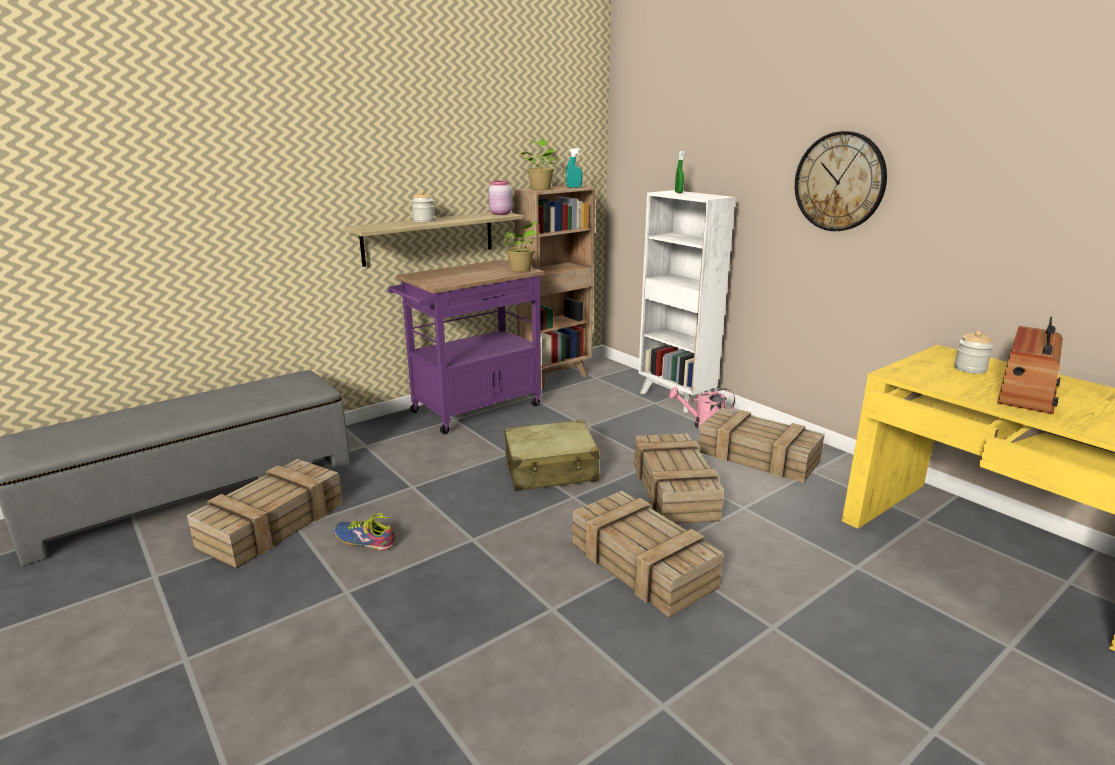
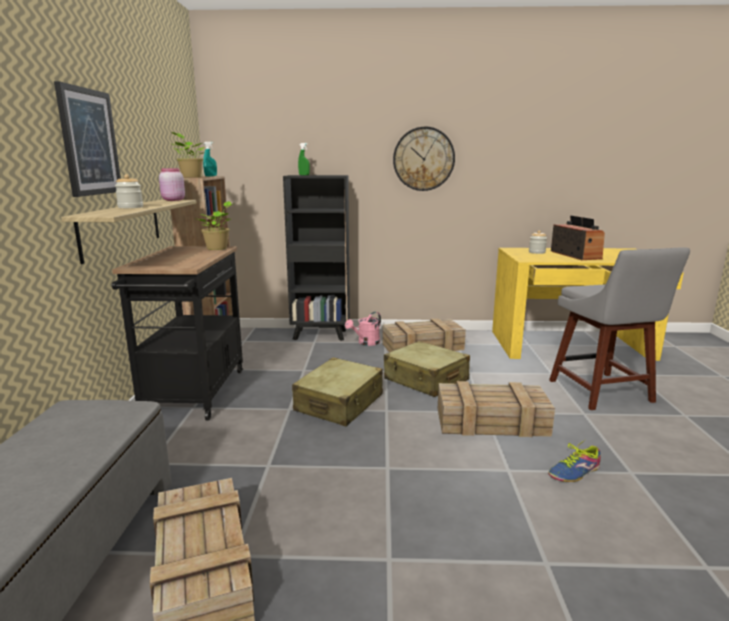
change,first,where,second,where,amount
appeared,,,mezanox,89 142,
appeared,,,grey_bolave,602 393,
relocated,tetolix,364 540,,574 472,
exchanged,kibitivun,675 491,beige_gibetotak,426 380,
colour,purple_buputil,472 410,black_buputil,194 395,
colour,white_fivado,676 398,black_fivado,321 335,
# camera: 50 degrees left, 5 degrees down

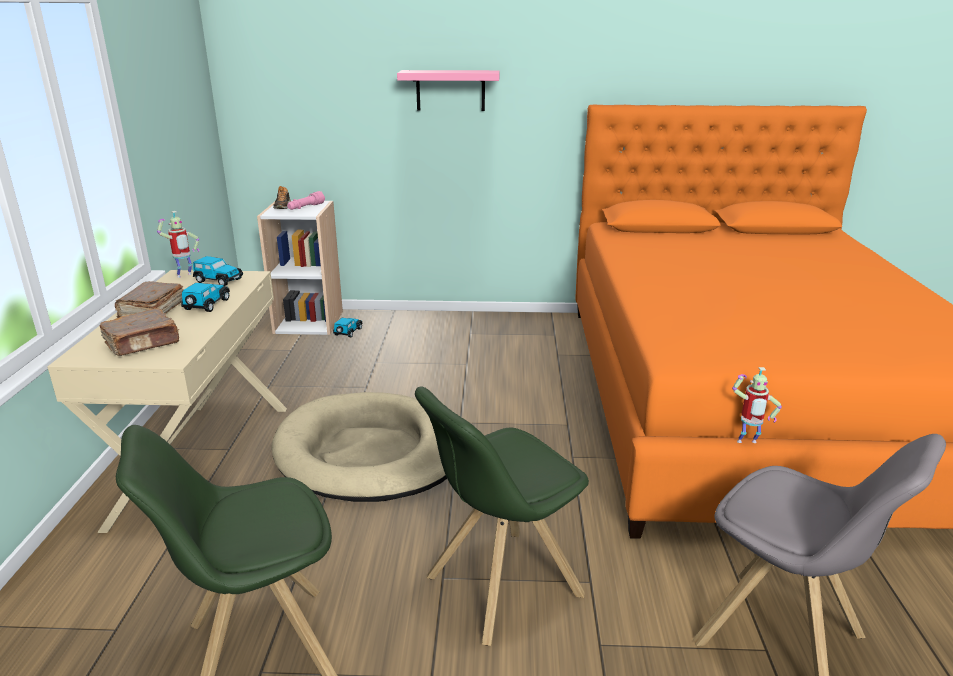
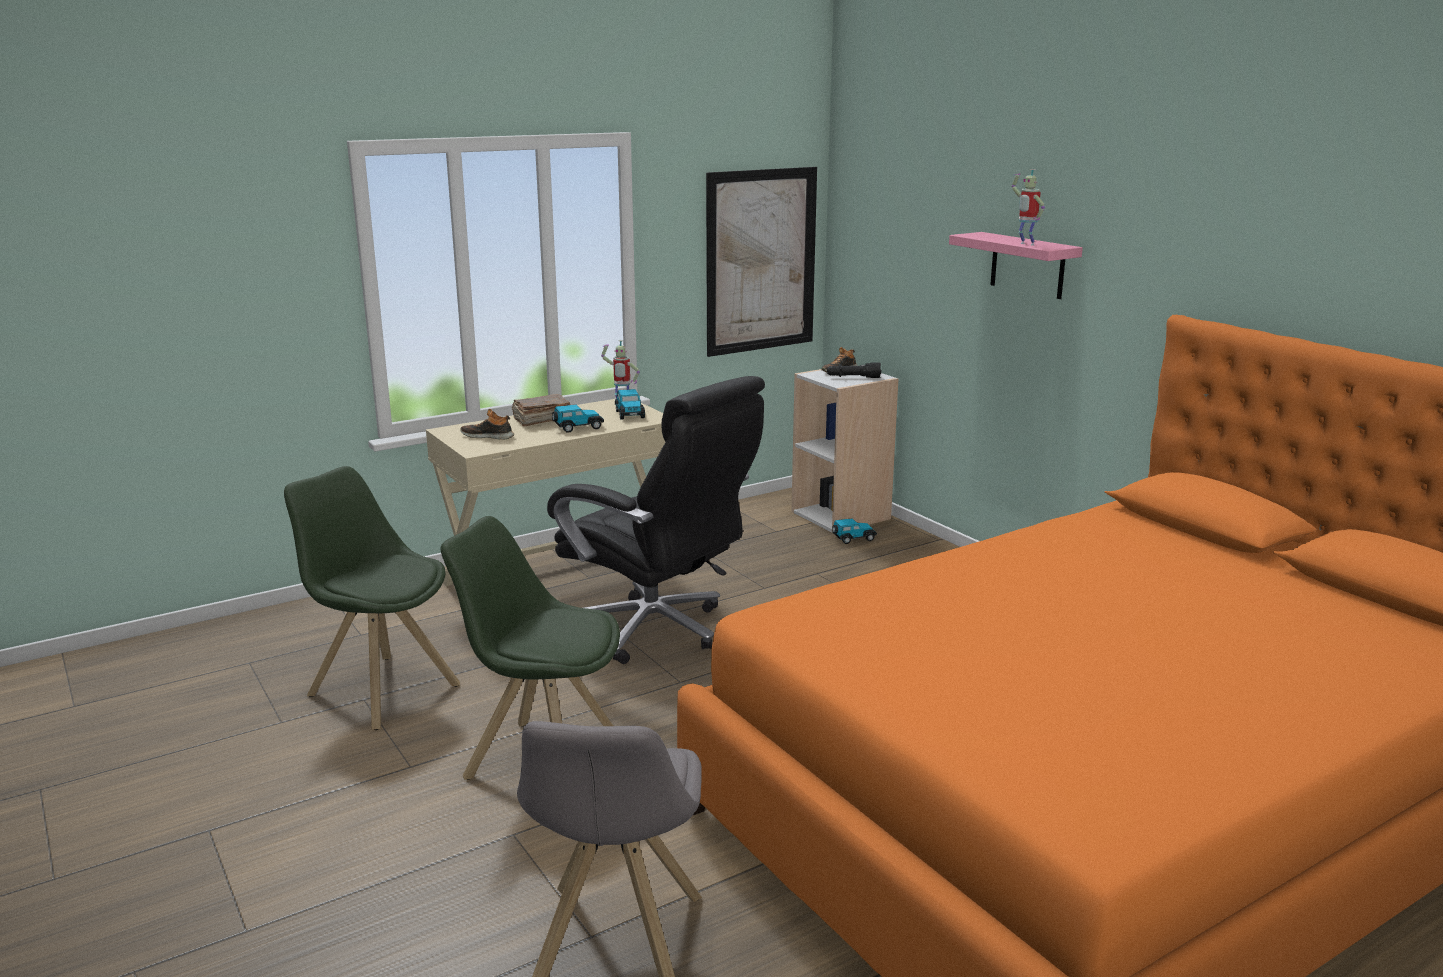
change,first,where,second,where,amount
appeared,,,mezanox,761 261,
relocated,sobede,747 443,,1025 244,
exchanged,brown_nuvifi,143 344,tetolix,488 436,
exchanged,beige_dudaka,369 453,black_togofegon,659 632,
colour,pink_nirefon,305 207,black_nirefon,853 377,
# camera: 55 degrees right, 5 degrees down

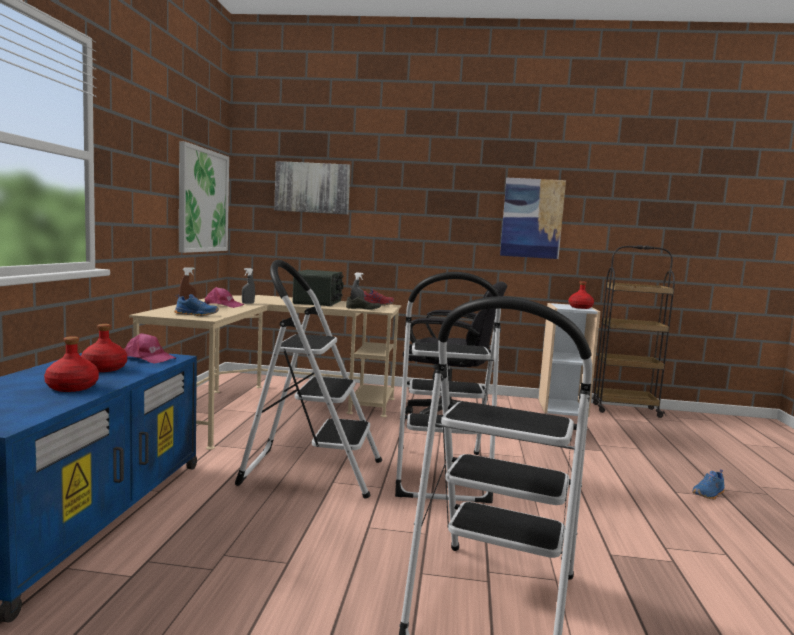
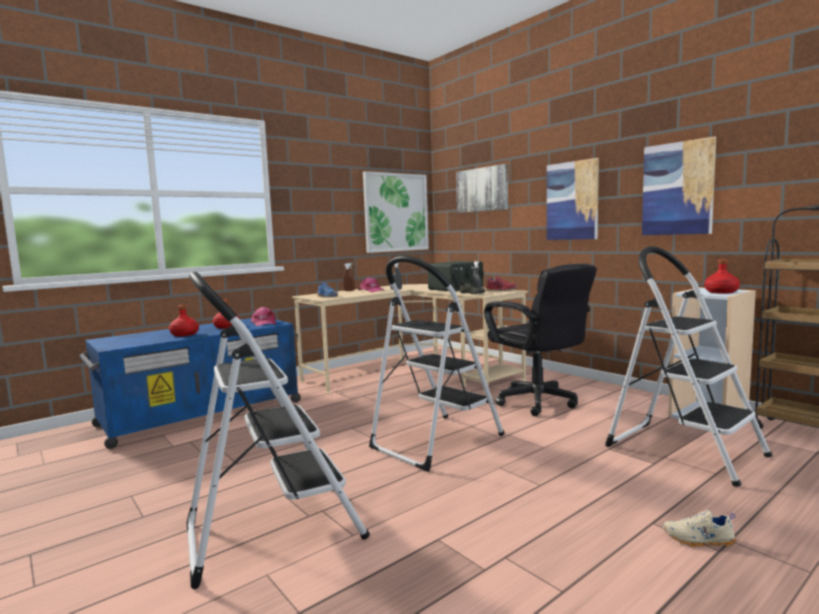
change,first,where,second,where,amount
appeared,,,mezanox,572 201,
relocated,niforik,309 472,,681 450,
colour,blue_tetolix,709 494,beige_tetolix,699 540,
# camera: 45 degrees right, 0 degrees up

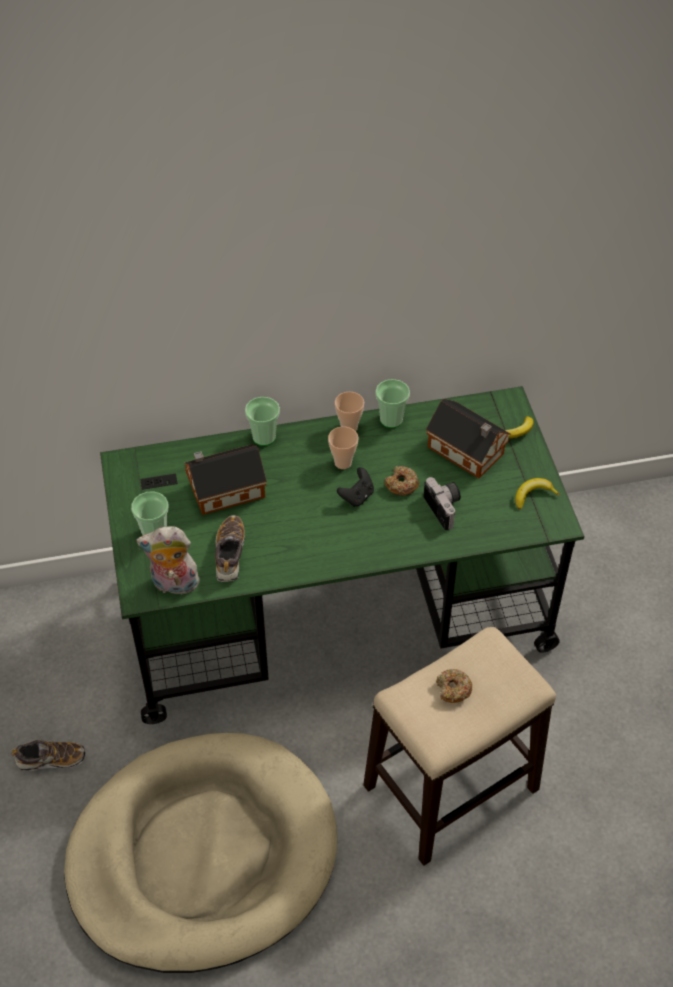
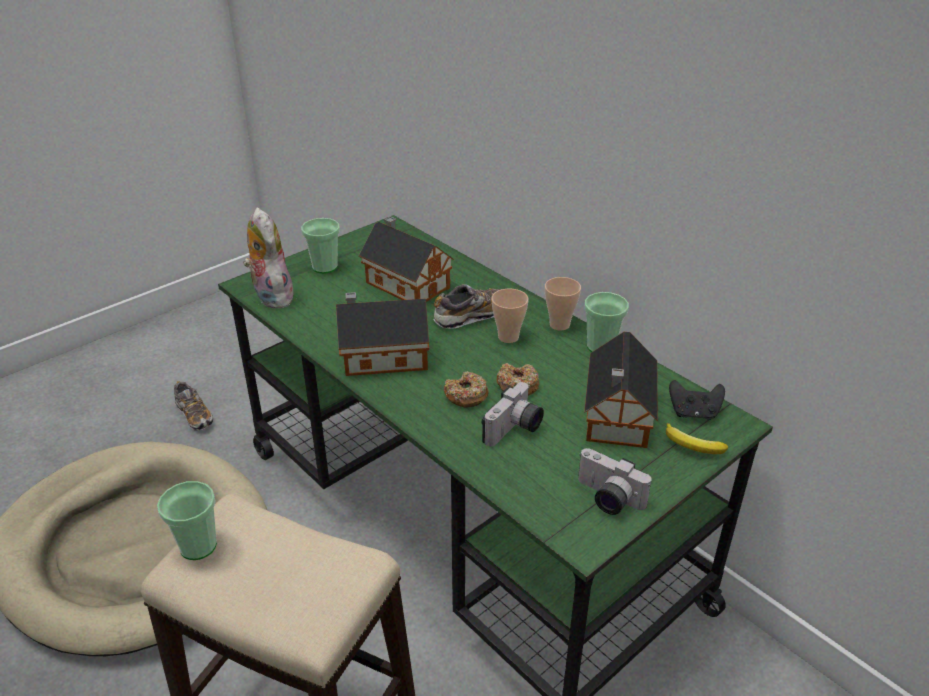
change,first,where,second,where,amount
appeared,,,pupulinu,381 356,
relocated,tetolix,230 554,,472 316,
relocated,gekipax,264 437,,198 546,
relocated,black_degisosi,357 496,,693 413,
relocated,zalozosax,453 689,,466 396,
exchanged,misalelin,533 495,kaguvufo,606 498,
# camera: 60 degrees right, 15 degrees down

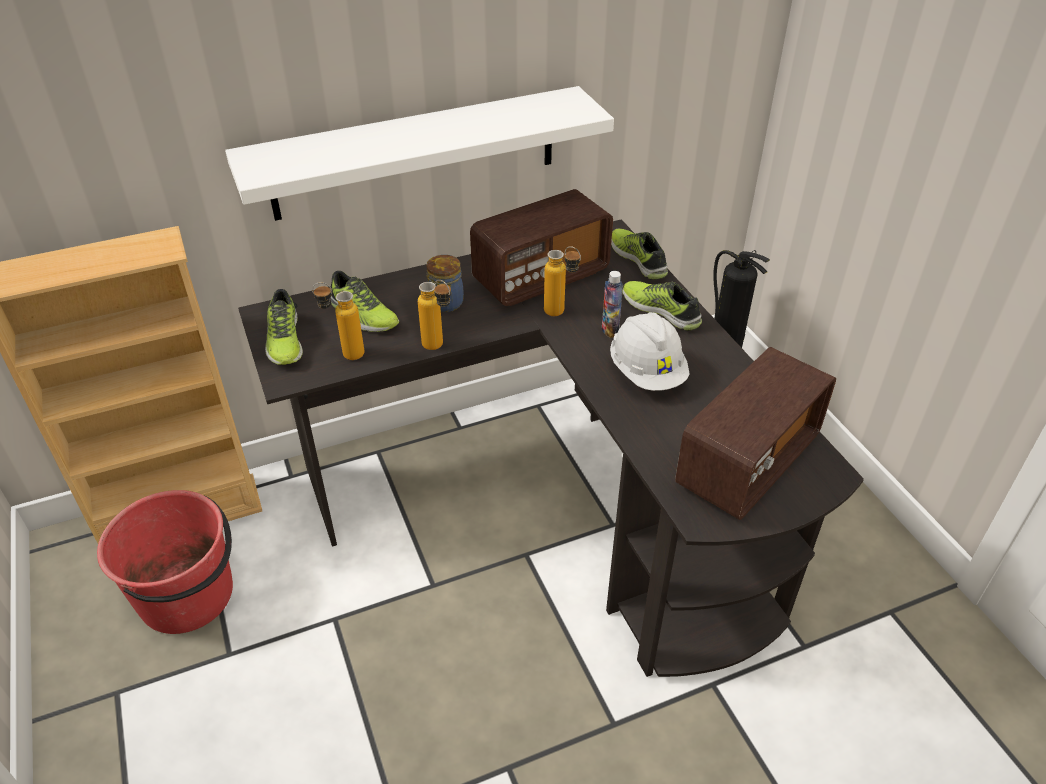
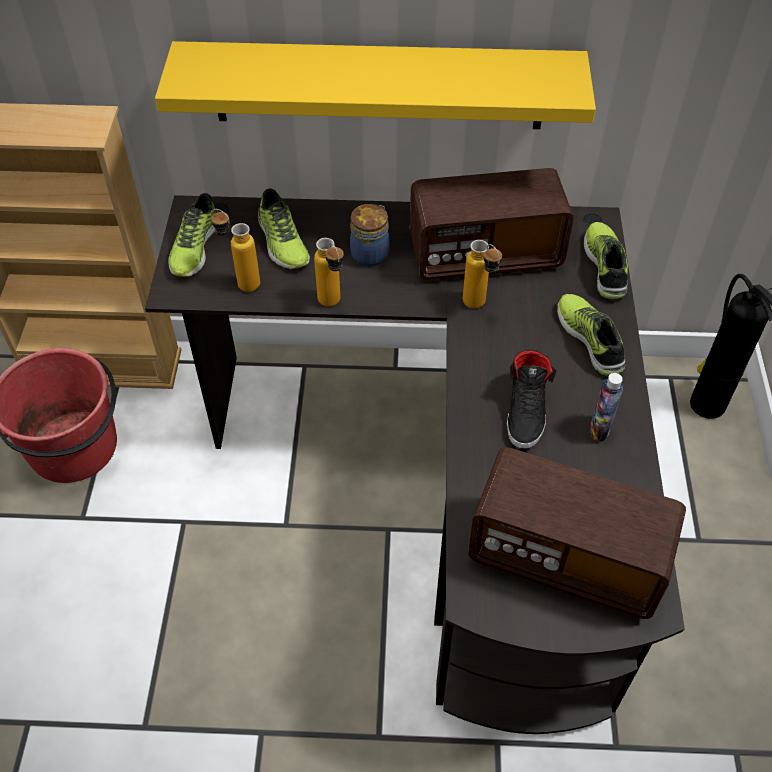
change,first,where,second,where,amount
relocated,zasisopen,610 330,,599 429,
exchanged,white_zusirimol,647 372,black_tetolix,526 410,
colour,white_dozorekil,415 153,yellow_dozorekil,378 85,
spun,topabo,747 462,,566 557,45 degrees clockwise
# camera: 25 degrees right, 10 degrees up

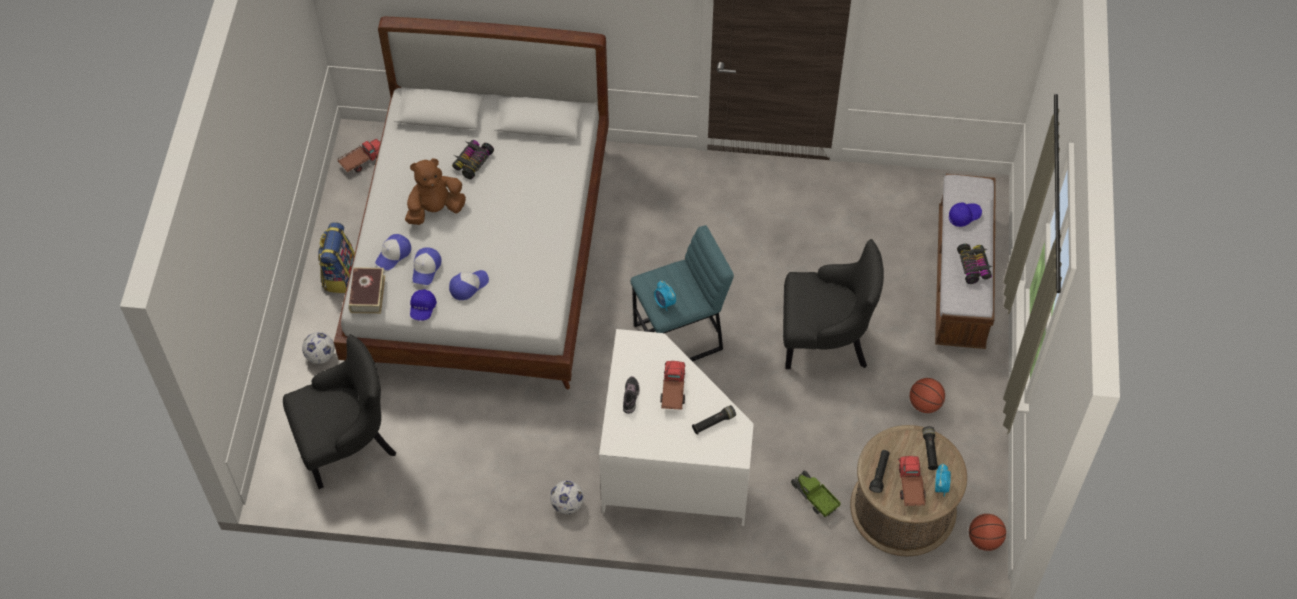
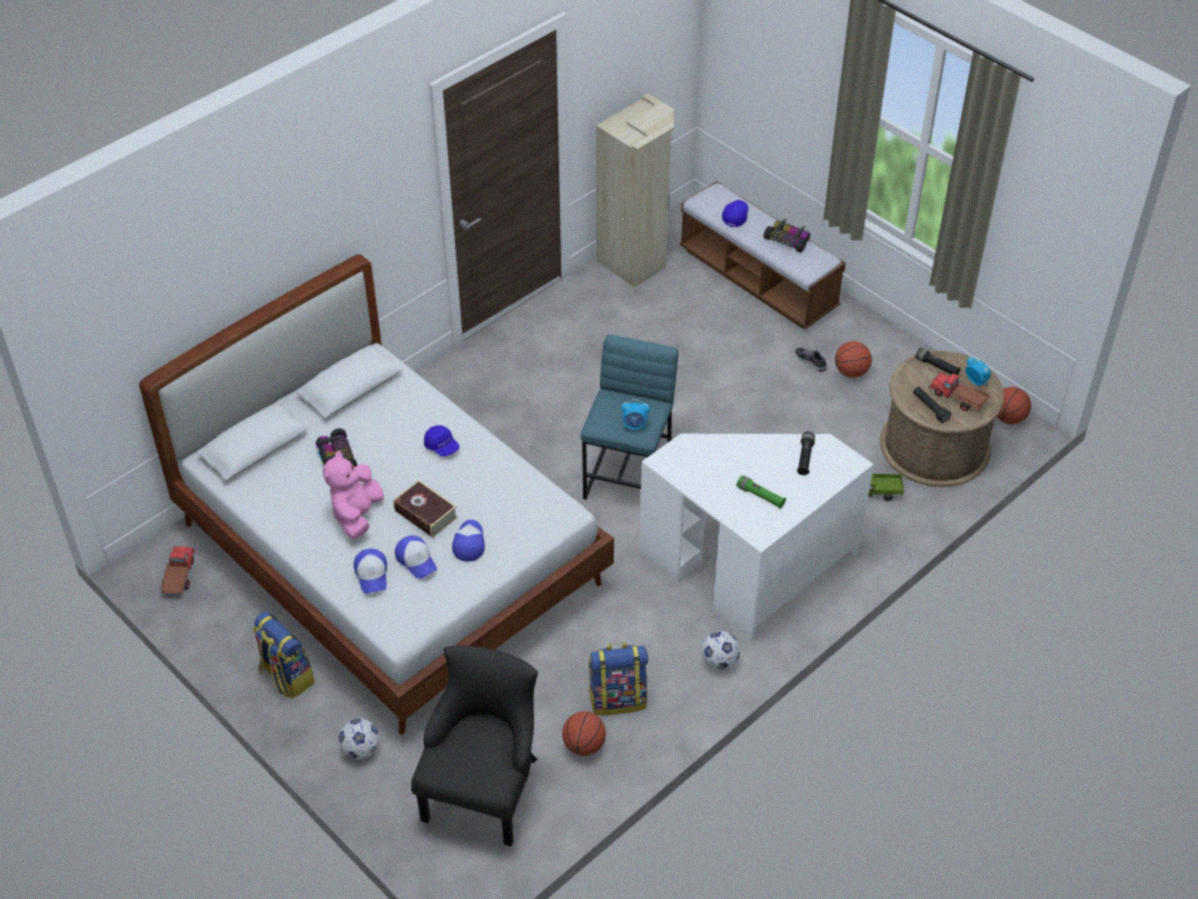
change,first,where,second,where,amount
missing,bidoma,673 390,,,
missing,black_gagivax,823 340,,,
appeared,,,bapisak,584 745,
appeared,,,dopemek,618 698,
appeared,,,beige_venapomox,637 258,
appeared,,,green_nirefon,760 496,
relocated,nuvifi,367 294,,426 514,
relocated,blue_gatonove,423 309,,442 446,
relocated,tetolix,630 397,,810 361,
colour,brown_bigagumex,435 209,pink_bigagumex,357 515,
# camera: 50 degrees left, 10 degrees down

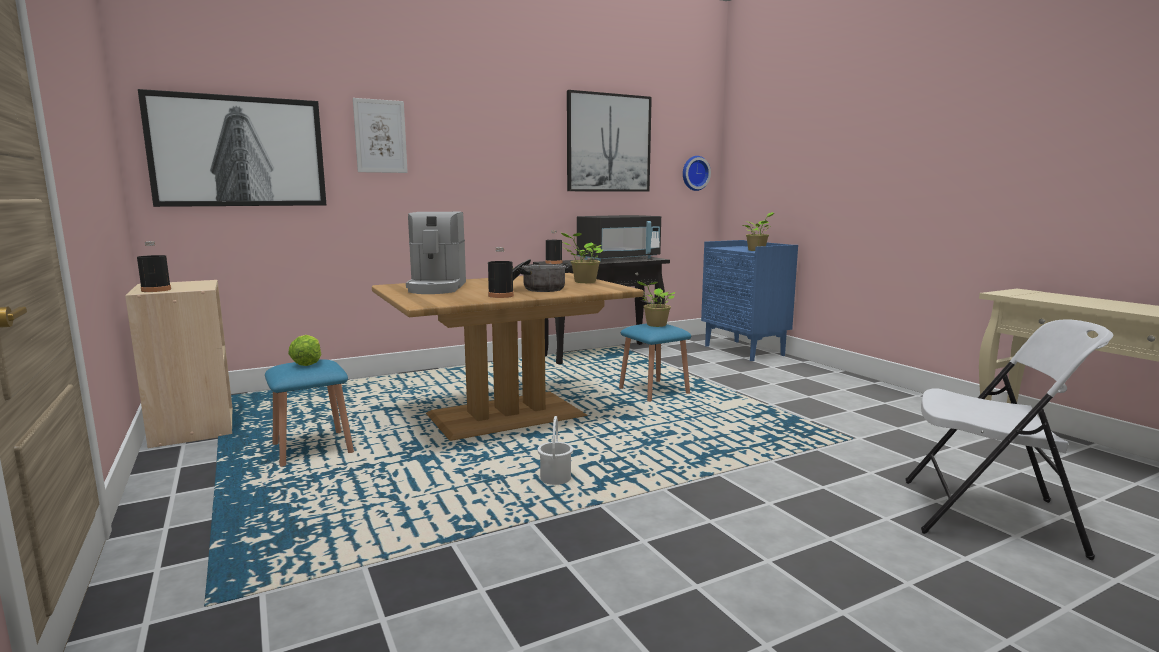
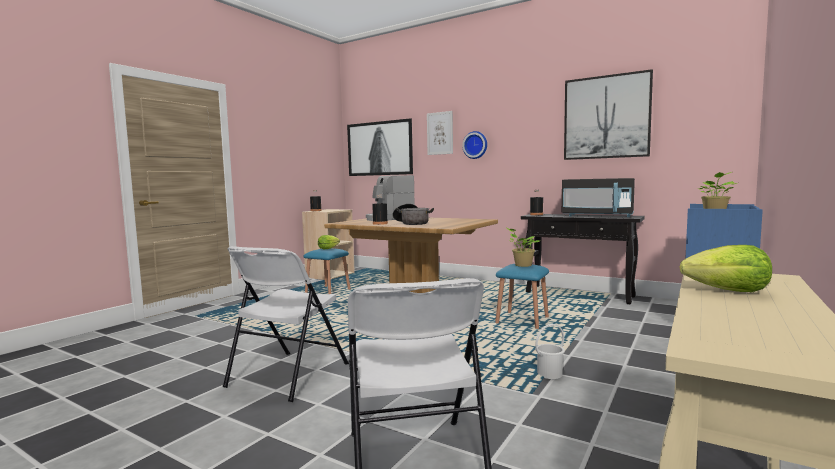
change,first,where,second,where,amount
missing,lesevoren,583 282,,,
appeared,,,white_gagivax,288 375,
appeared,,,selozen,728 291,
relocated,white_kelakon,555 479,,549 373,
relocated,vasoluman,694 173,,475 145,
# camera: 60 degrees right, 5 degrees down

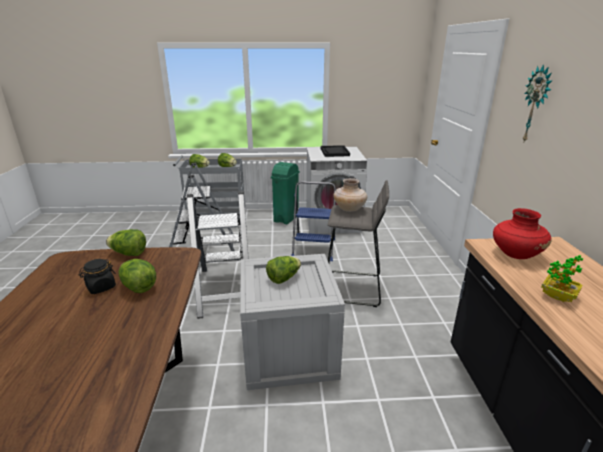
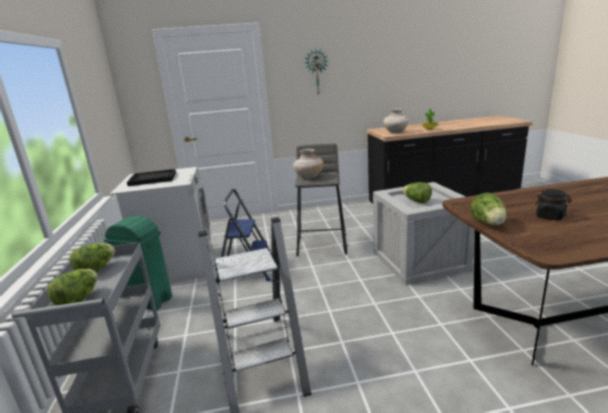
change,first,where,second,where,amount
missing,selozen,138 287,,,
missing,grey_niforik,225 290,,,
colour,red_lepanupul,515 254,beige_lepanupul,395 132,
# camera: 95 degrees left, 5 degrees down

